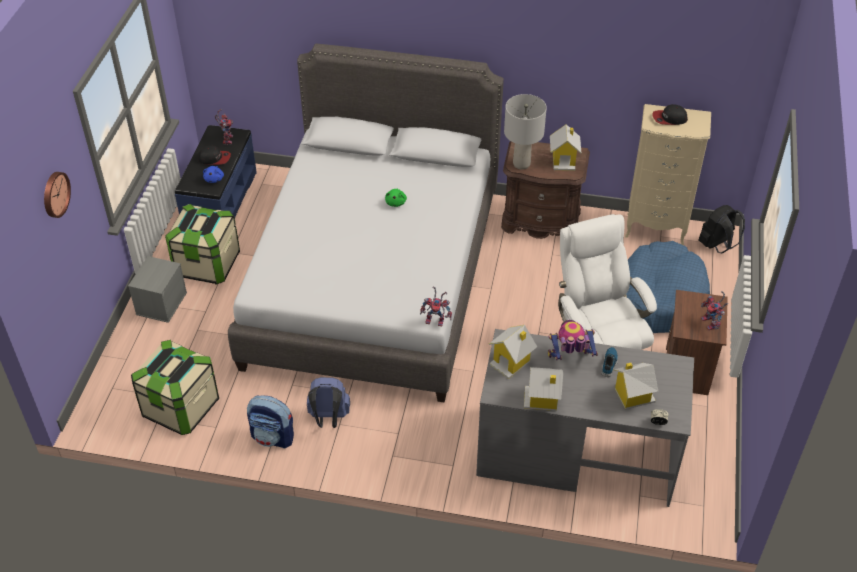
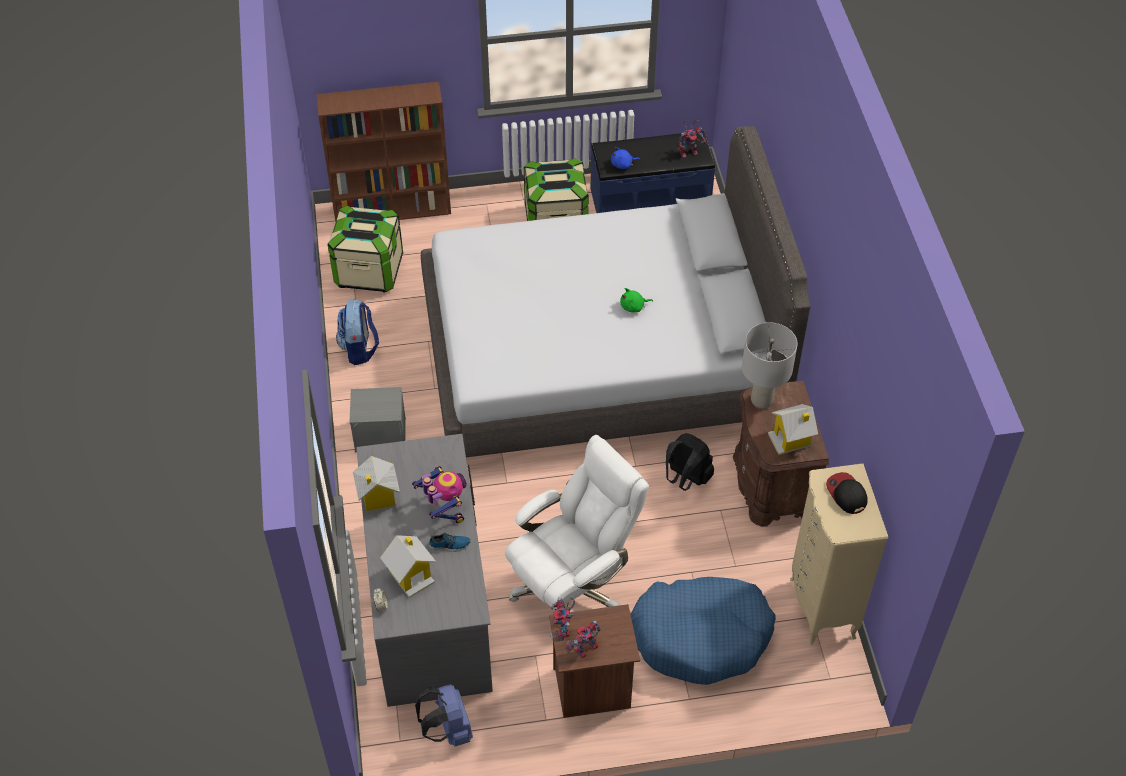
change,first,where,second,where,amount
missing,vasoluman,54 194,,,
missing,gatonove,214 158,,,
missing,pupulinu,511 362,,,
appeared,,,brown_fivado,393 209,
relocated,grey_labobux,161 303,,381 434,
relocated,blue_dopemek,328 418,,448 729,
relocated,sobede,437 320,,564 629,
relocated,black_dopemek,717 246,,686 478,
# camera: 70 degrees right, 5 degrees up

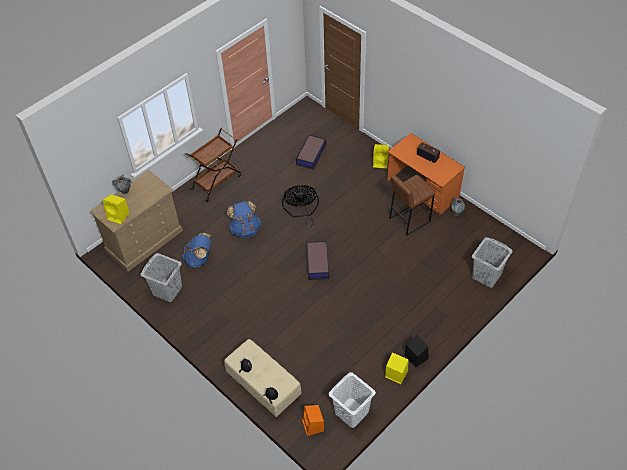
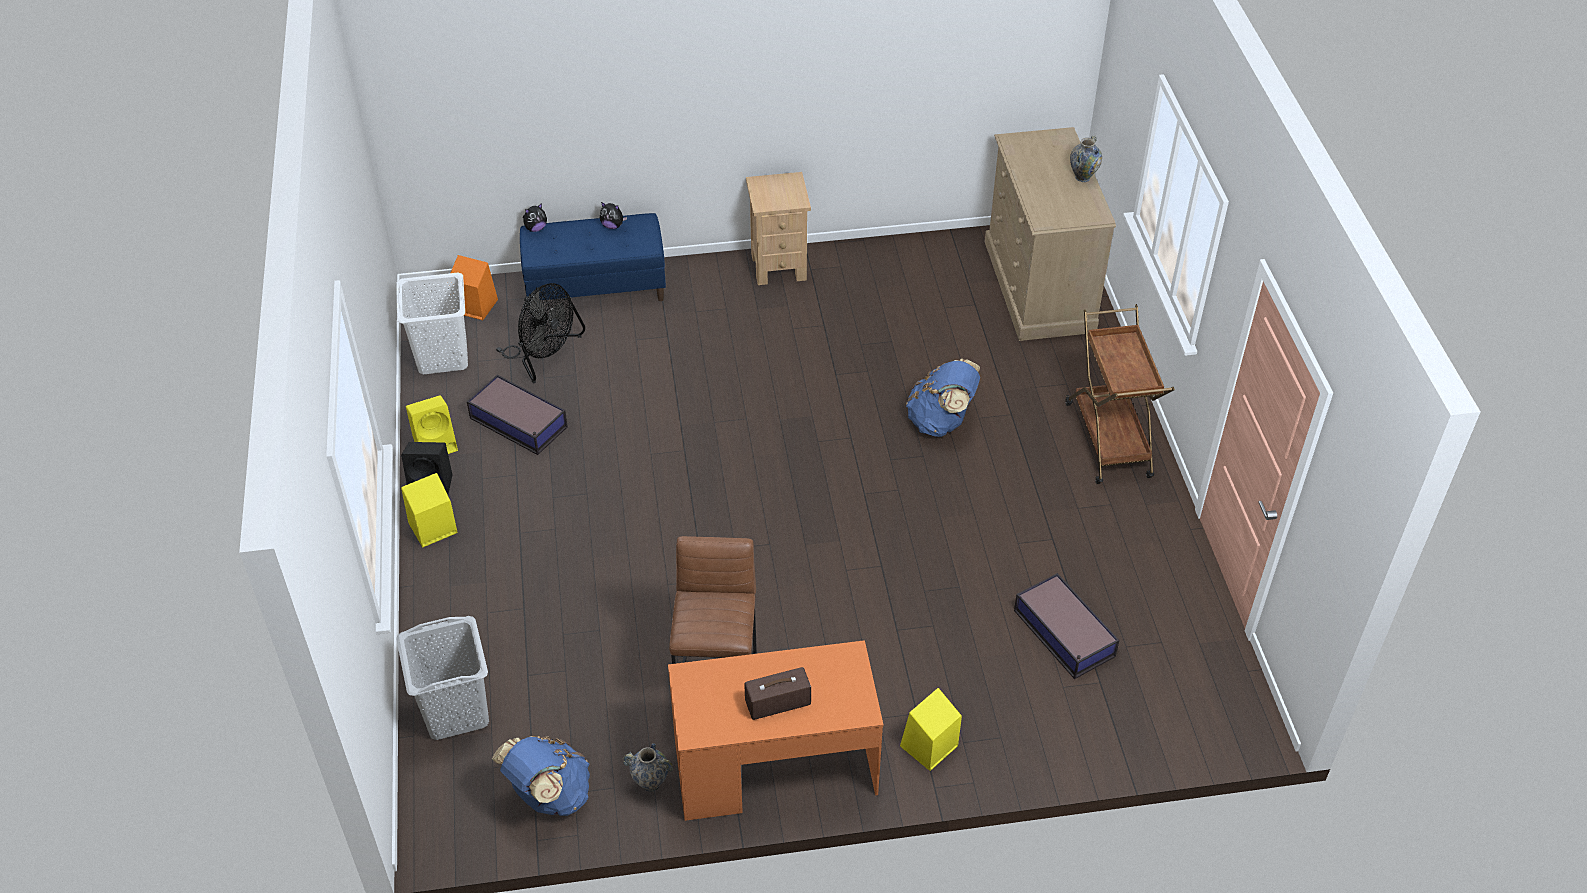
change,first,where,second,where,amount
missing,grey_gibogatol,167 290,,,
appeared,,,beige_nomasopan,779 267,
relocated,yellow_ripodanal,119 216,,431 529,
relocated,blue_dopemek,199 259,,549 795,
relocated,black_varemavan,302 212,,542 355,
relocated,labobux,318 262,,519 423,
colour,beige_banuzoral,263 387,blue_banuzoral,596 288,
# camera: 125 degrees right, 5 degrees down

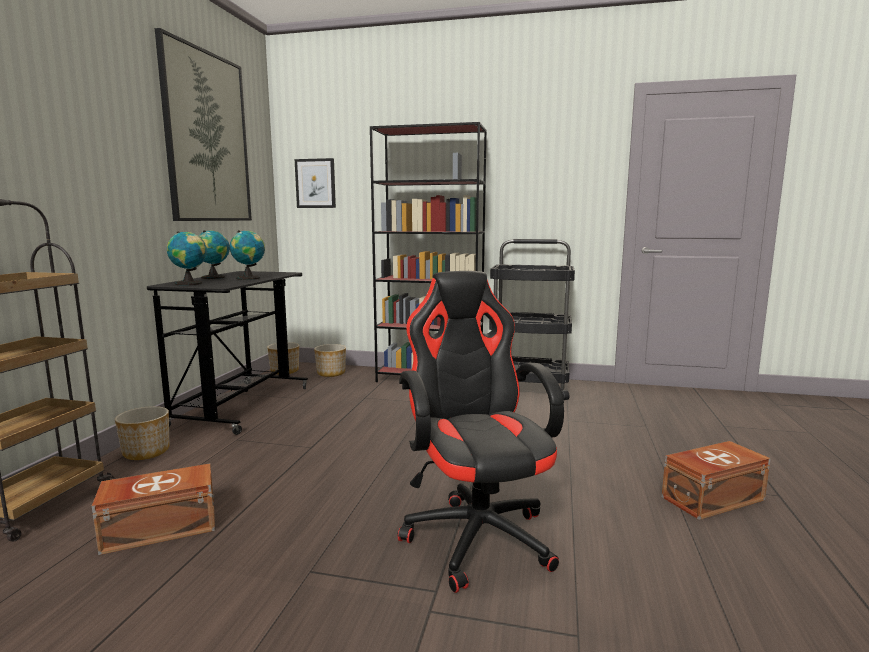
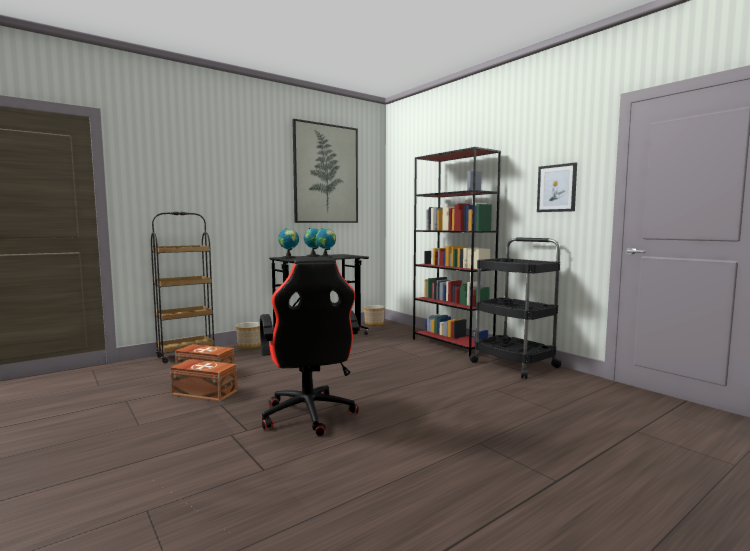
change,first,where,second,where,amount
missing,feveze,331 373,,,
relocated,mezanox,315 183,,556 188,
relocated,brown_labobux,710 498,,204 392,
spun,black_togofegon,476 533,,309 419,135 degrees clockwise
# camera: 40 degrees right, 5 degrees down

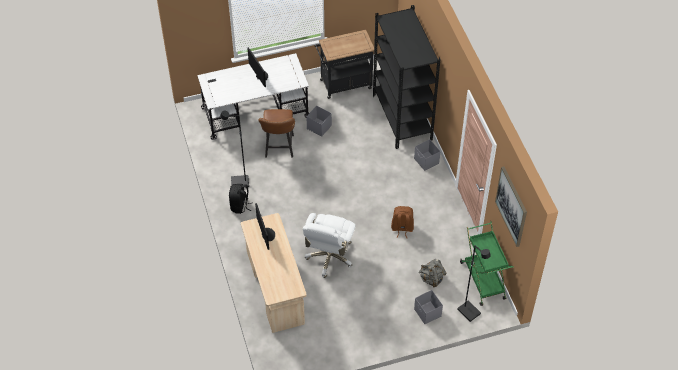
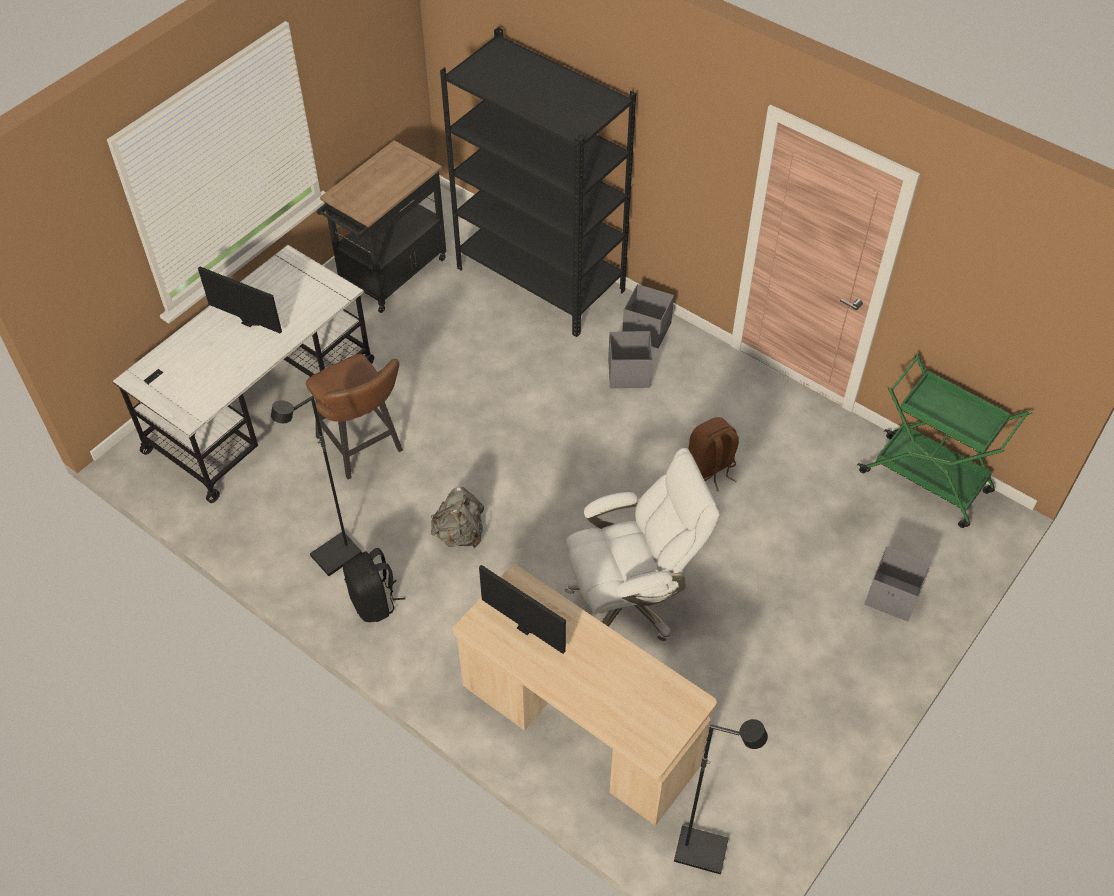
change,first,where,second,where,amount
missing,mezanox,511 206,,,
relocated,grey_labobux,319 127,,628 373,
relocated,grey_dopemek,431 278,,460 534,
relocated,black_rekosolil,469 311,,702 850,
spun,white_togofegon,329 258,,631 602,90 degrees counterclockwise
# camera: 35 degrees left, 0 degrees up

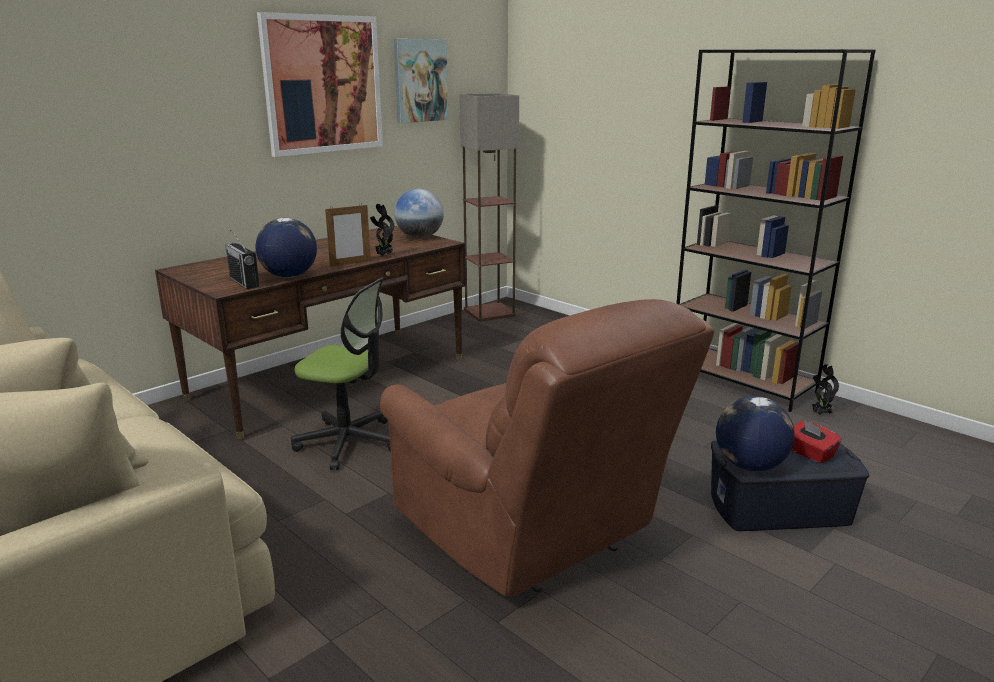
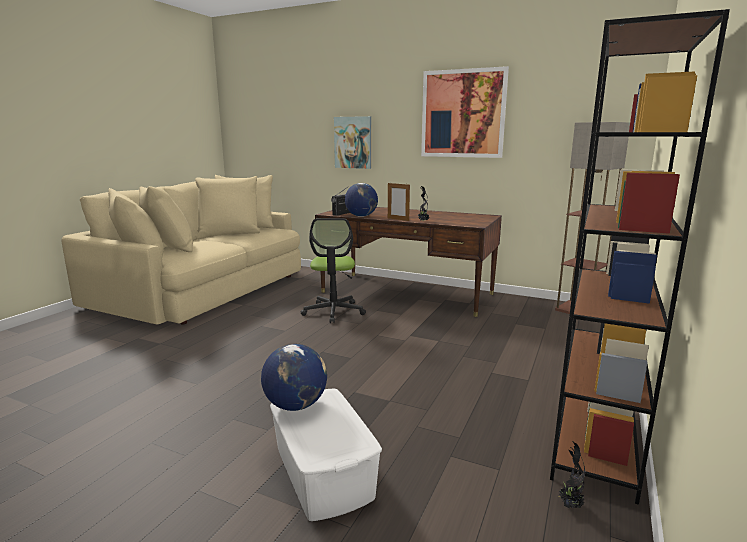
change,first,where,second,where,amount
missing,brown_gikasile,533 538,,,
missing,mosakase,420 237,,,
missing,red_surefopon,809 454,,,
relocated,mezanox,420 80,,353 142,
colour,blue_labobux,780 509,white_labobux,322 473,
# camera: 70 degrees right, 5 degrees down

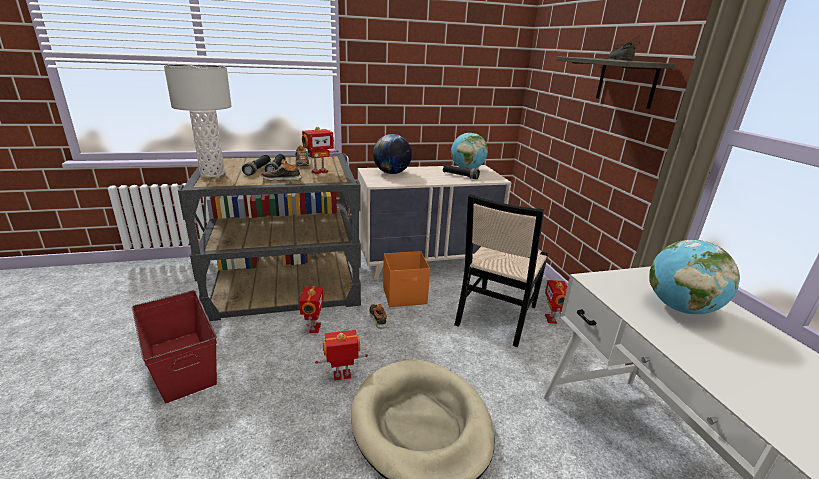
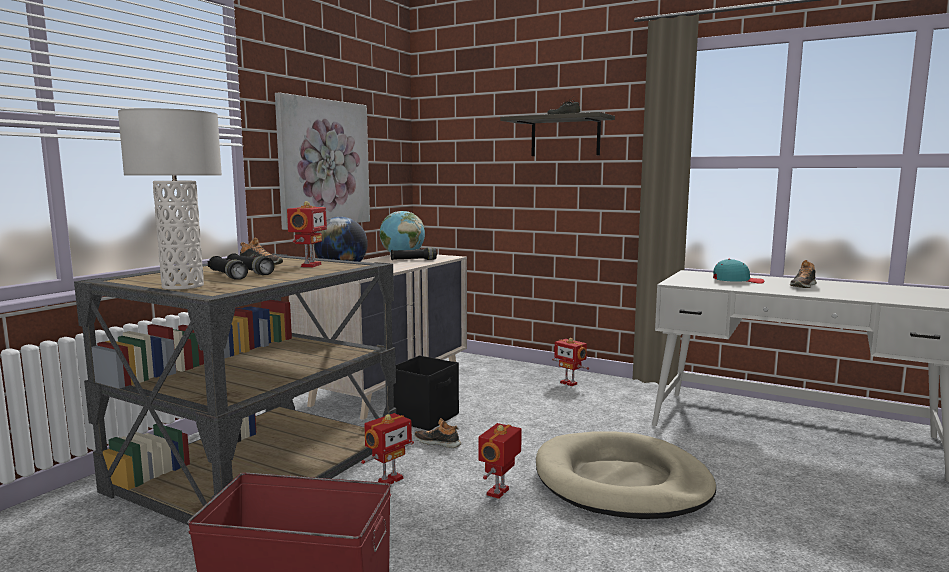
change,first,where,second,where,amount
missing,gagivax,497 316,,,
appeared,,,mezanox,324 163,
relocated,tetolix,282 179,,802 286,
exchanged,mosakase,680 308,turquoise_gatonove,737 281,
colour,orange_labobux,405 296,black_labobux,425 417,
spun,sobede,313 328,,389 479,90 degrees clockwise
# camera: 45 degrees left, 15 degrees down

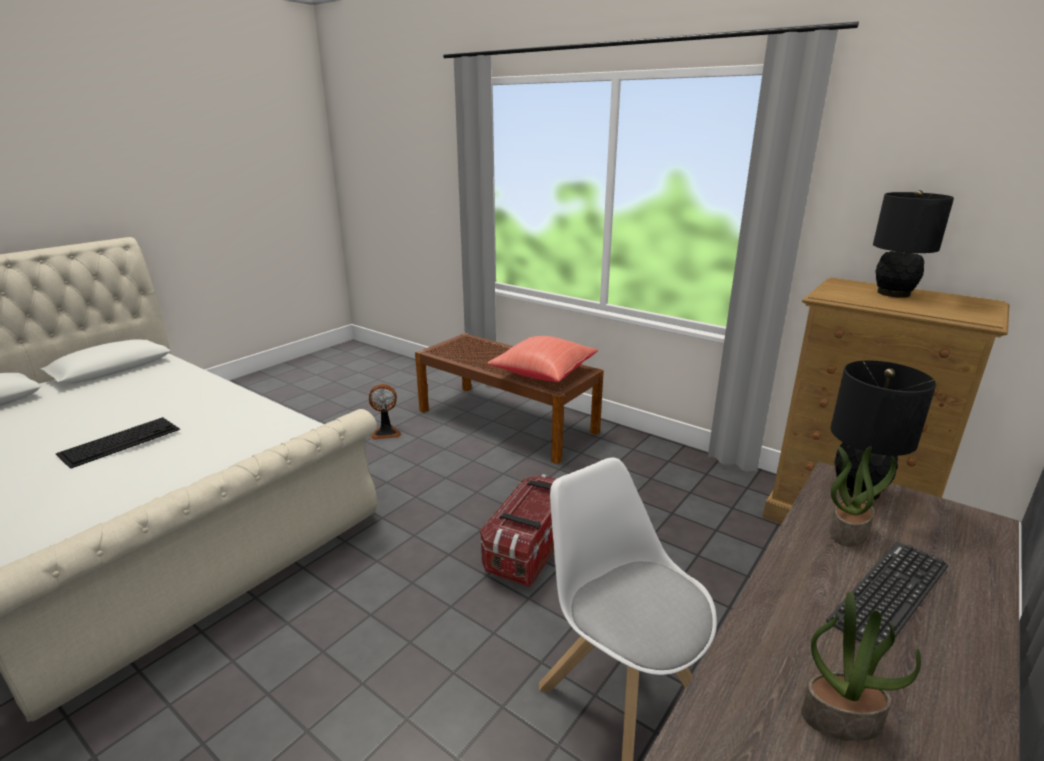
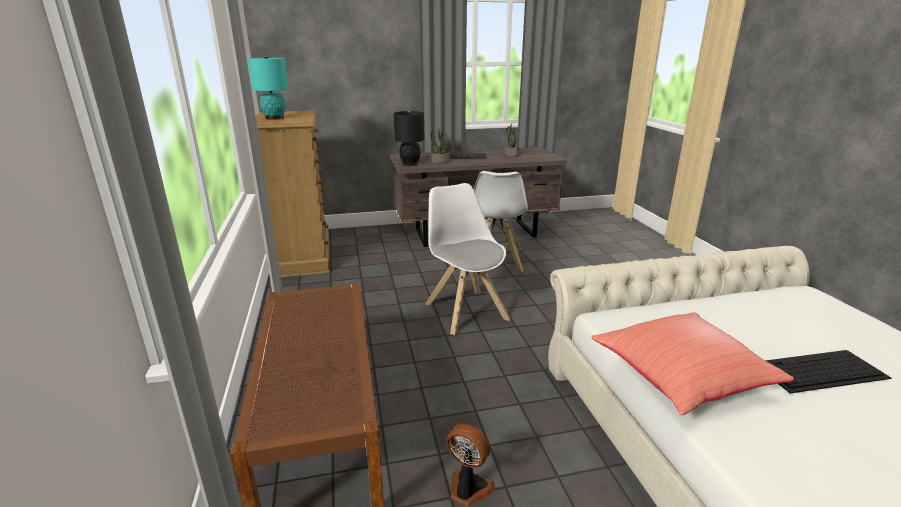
change,first,where,second,where,amount
relocated,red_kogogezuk,543 374,,682 380,
exchanged,labobux,529 547,gagivax,465 310,
colour,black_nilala,893 293,turquoise_nilala,275 118,
# camera: 140 degrees left, 0 degrees up

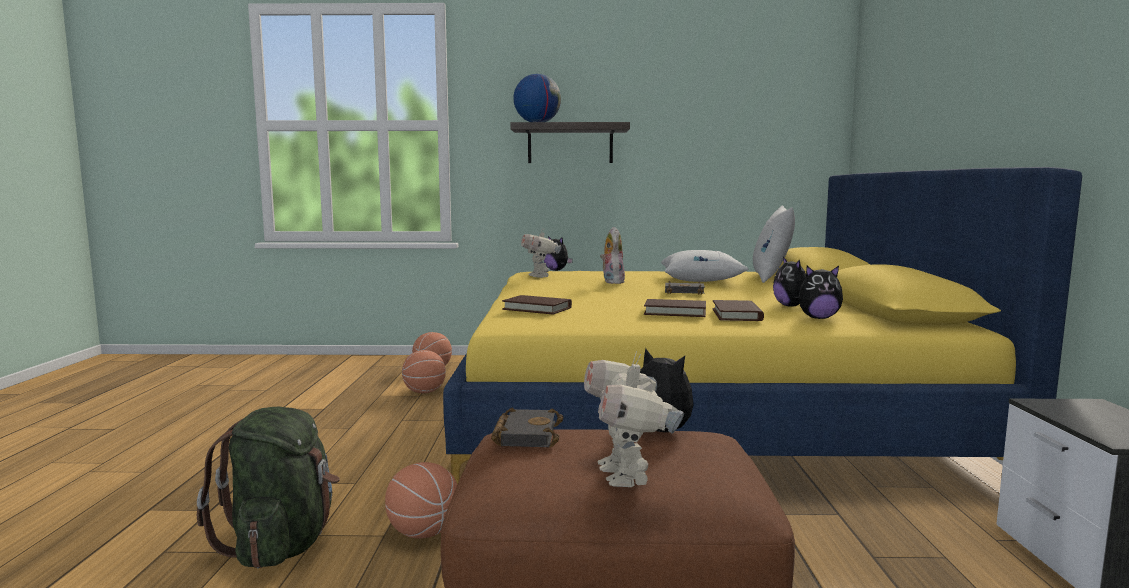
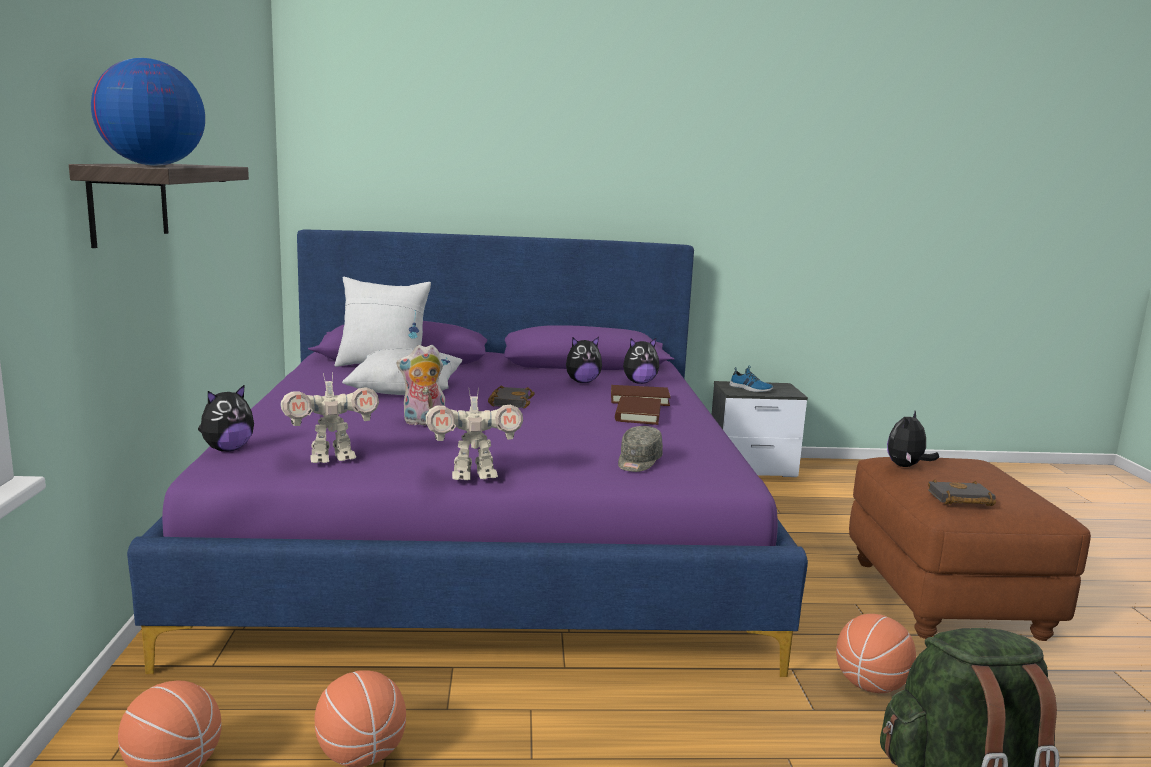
change,first,where,second,where,amount
appeared,,,tetolix,750 389,
relocated,sobede,627 476,,473 475,
exchanged,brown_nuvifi,537 308,grey_gatonove,638 462,
colour,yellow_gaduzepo,696 410,purple_gaduzepo,487 534,
spun,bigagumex,818 318,,639 382,75 degrees clockwise
# camera: 95 degrees left, 5 degrees up

